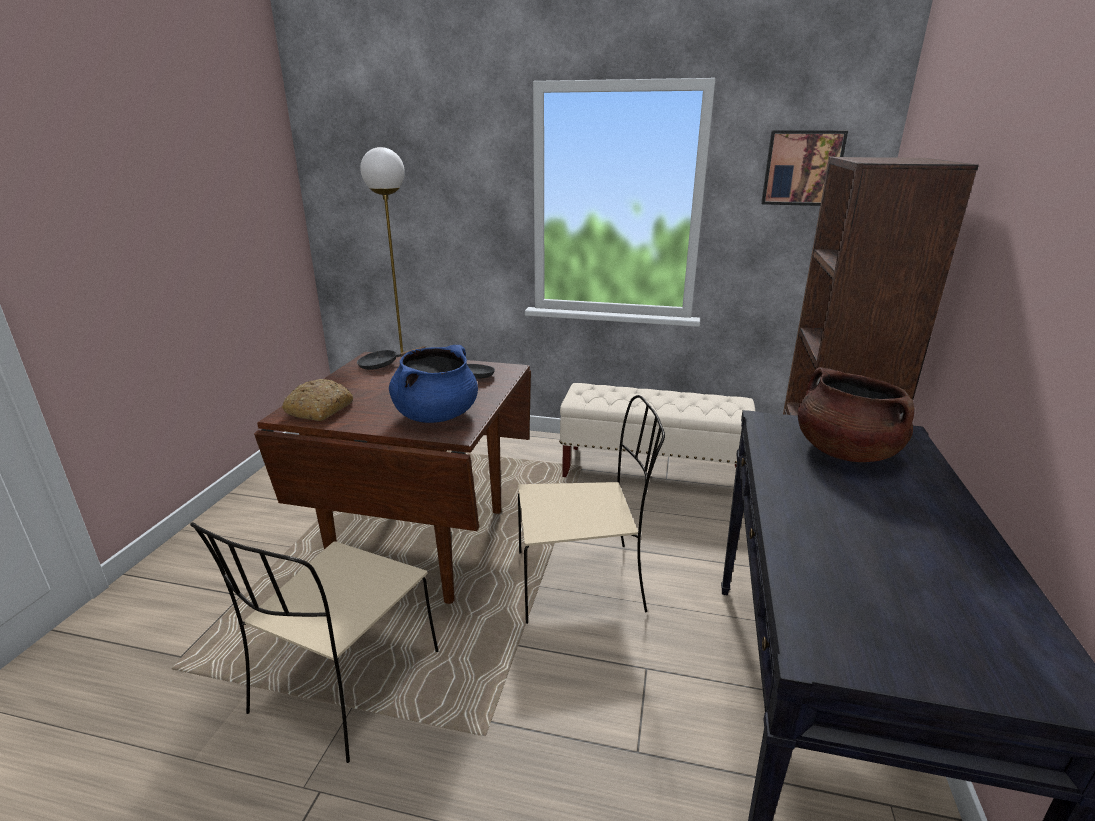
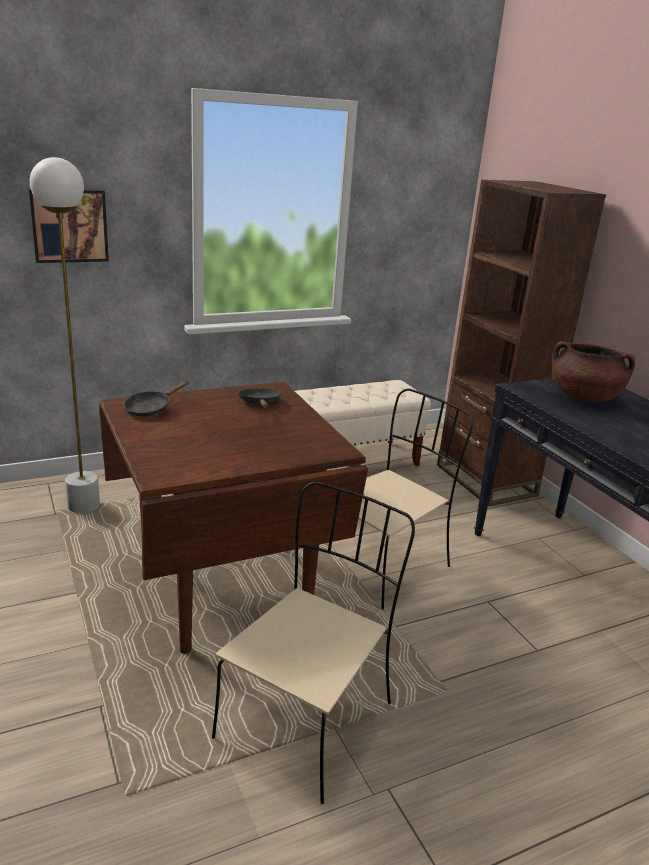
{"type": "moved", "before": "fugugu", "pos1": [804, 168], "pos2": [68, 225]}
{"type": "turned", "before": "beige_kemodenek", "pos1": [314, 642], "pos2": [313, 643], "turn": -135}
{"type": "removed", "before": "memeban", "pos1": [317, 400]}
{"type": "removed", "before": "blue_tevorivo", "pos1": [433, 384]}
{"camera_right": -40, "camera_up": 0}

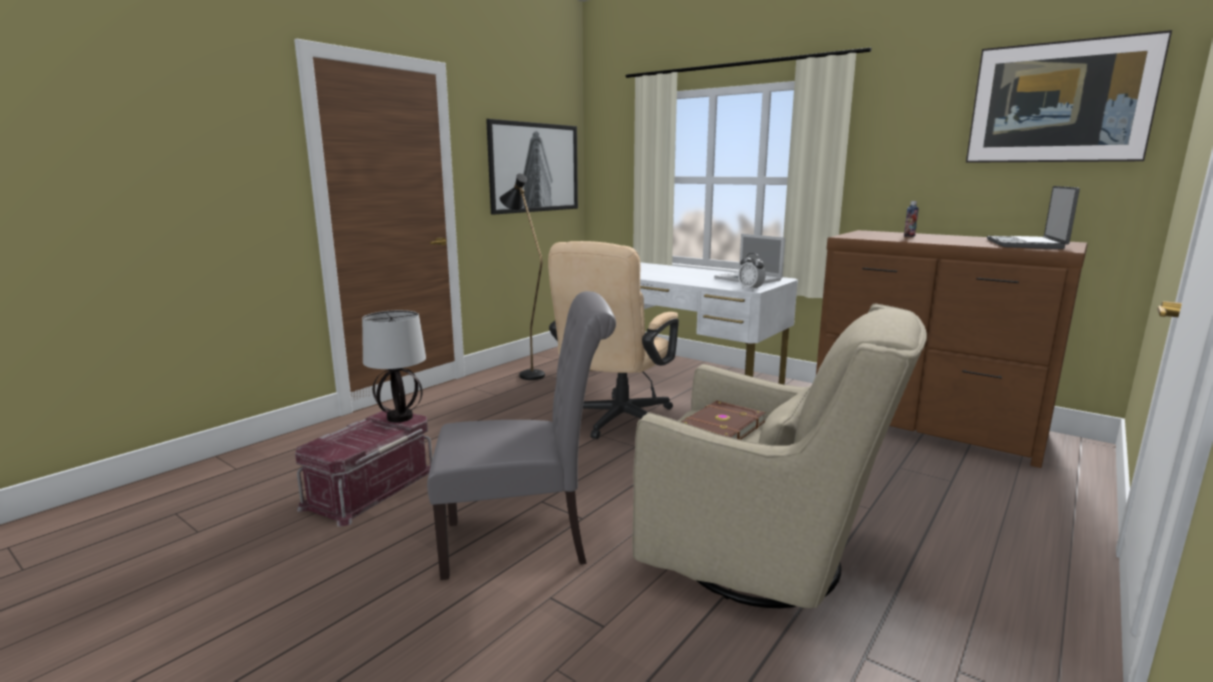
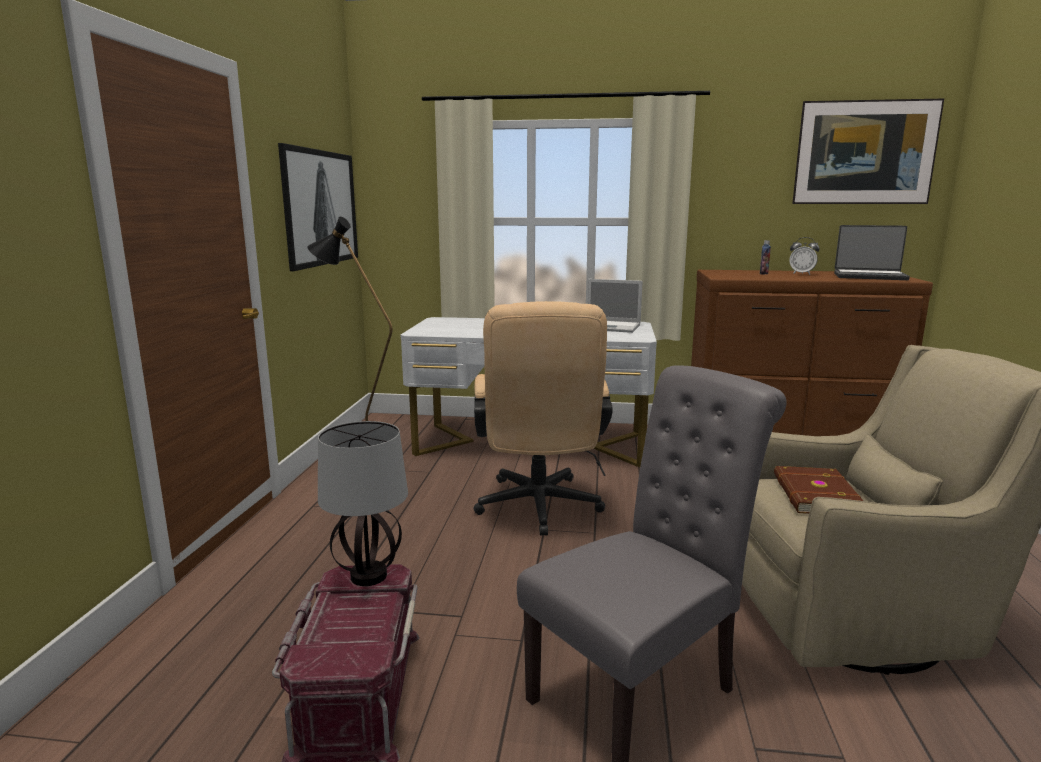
{"type": "moved", "before": "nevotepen", "pos1": [752, 272], "pos2": [804, 256]}
{"type": "turned", "before": "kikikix", "pos1": [1033, 217], "pos2": [872, 252], "turn": -60}
{"camera_right": -30, "camera_up": 0}

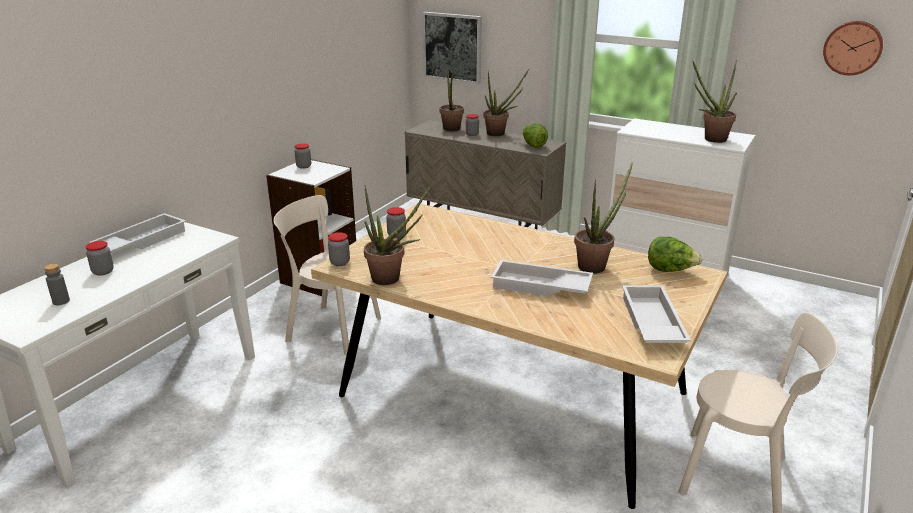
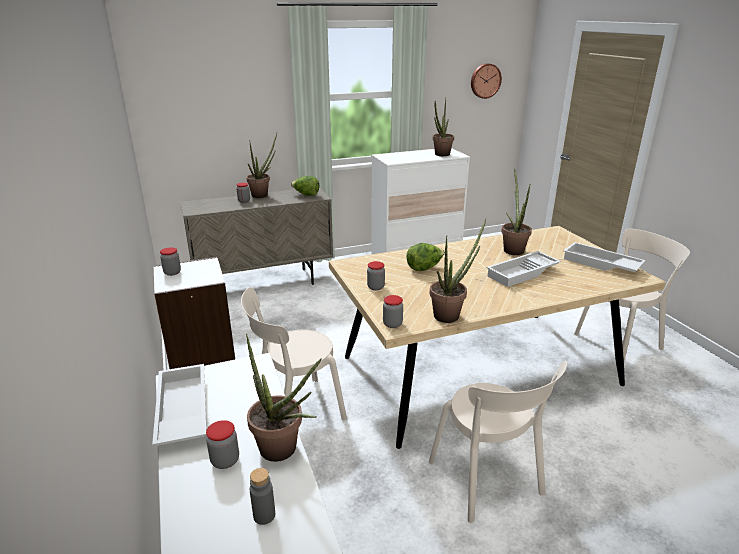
{"type": "moved", "before": "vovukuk", "pos1": [451, 97], "pos2": [284, 398]}
{"type": "moved", "before": "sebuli", "pos1": [675, 254], "pos2": [425, 257]}
{"type": "added", "after": "beige_kemodenek", "pos2": [498, 442]}
{"type": "removed", "before": "fugugu", "pos1": [452, 48]}
{"camera_right": -50, "camera_up": 0}

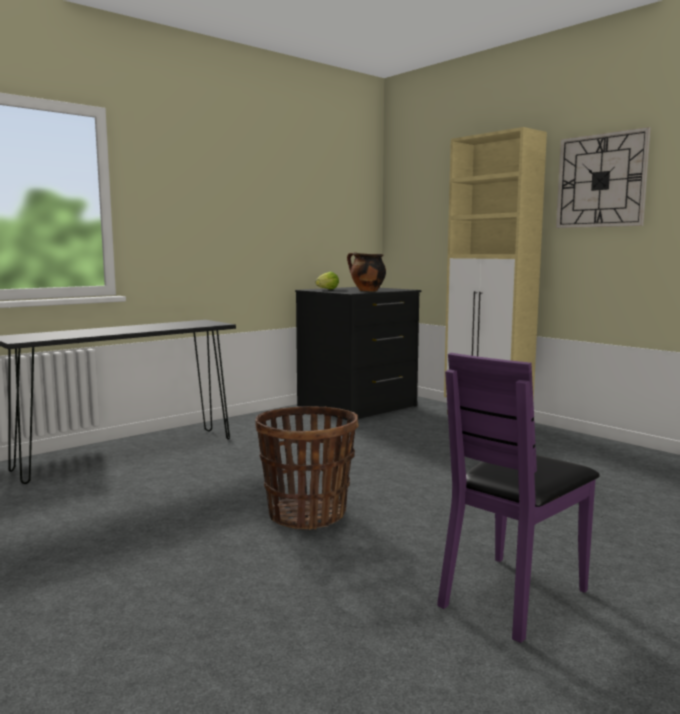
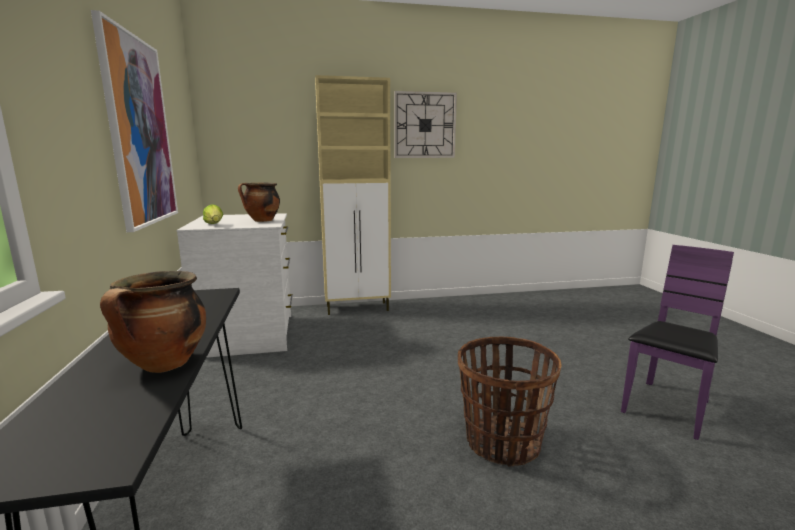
{"type": "added", "after": "fugugu", "pos2": [134, 121]}
{"type": "added", "after": "tevorivo", "pos2": [153, 322]}
{"type": "recoloured", "before": "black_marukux", "after": "white_marukux", "pos1": [358, 354], "pos2": [234, 285]}
{"type": "turned", "before": "purple_kemodenek", "pos1": [518, 498], "pos2": [677, 342], "turn": -120}
{"camera_right": -60, "camera_up": 5}

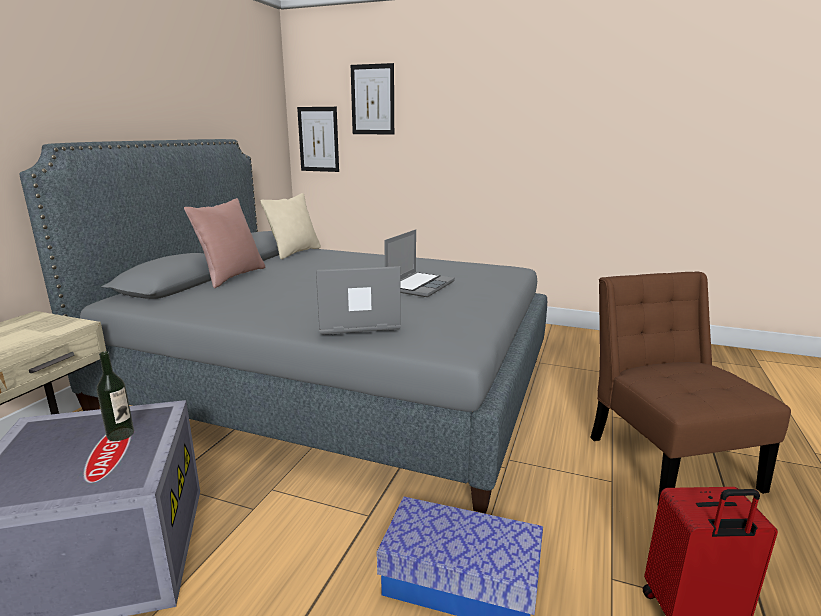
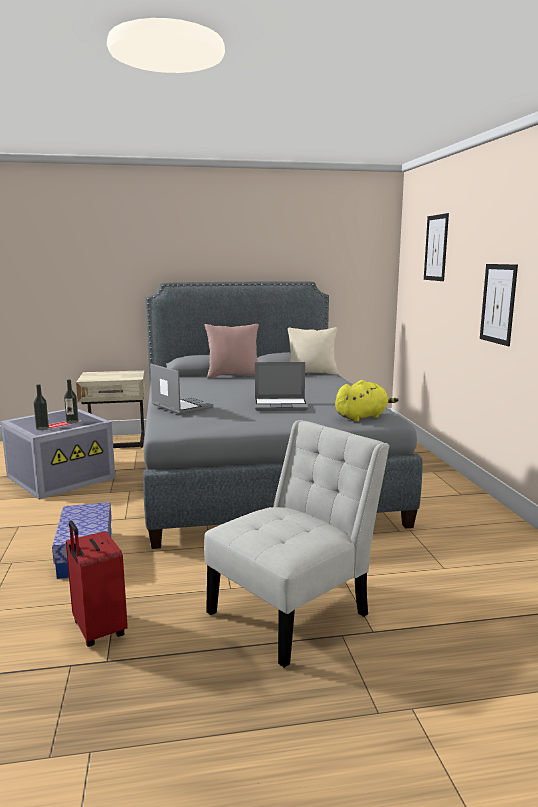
{"type": "added", "after": "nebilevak", "pos2": [41, 407]}
{"type": "recoloured", "before": "brown_kemodenek", "after": "white_kemodenek", "pos1": [690, 387], "pos2": [296, 544]}
{"type": "added", "after": "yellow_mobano", "pos2": [366, 401]}
{"type": "moved", "before": "fugugu", "pos1": [318, 139], "pos2": [499, 305]}
{"camera_right": 60, "camera_up": -5}

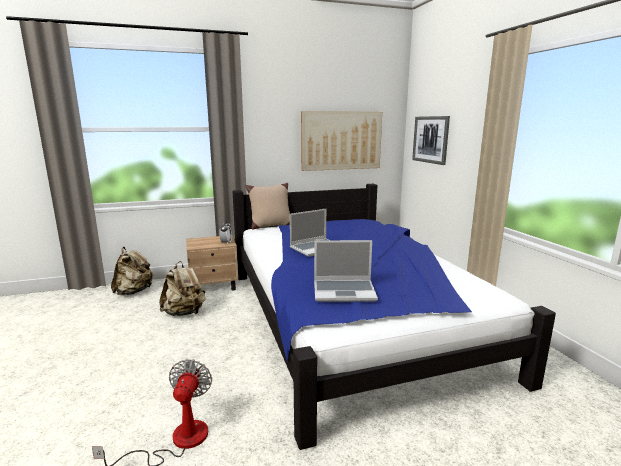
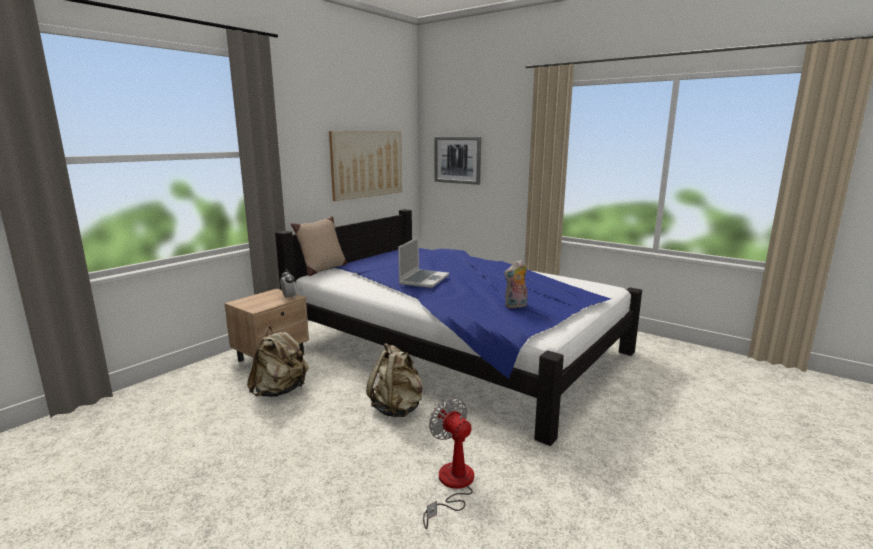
{"type": "moved", "before": "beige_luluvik", "pos1": [132, 271], "pos2": [394, 380]}
{"type": "replaced", "before": "kikikix", "after": "mobano", "pos1": [346, 271], "pos2": [516, 283]}
{"camera_right": -35, "camera_up": 0}

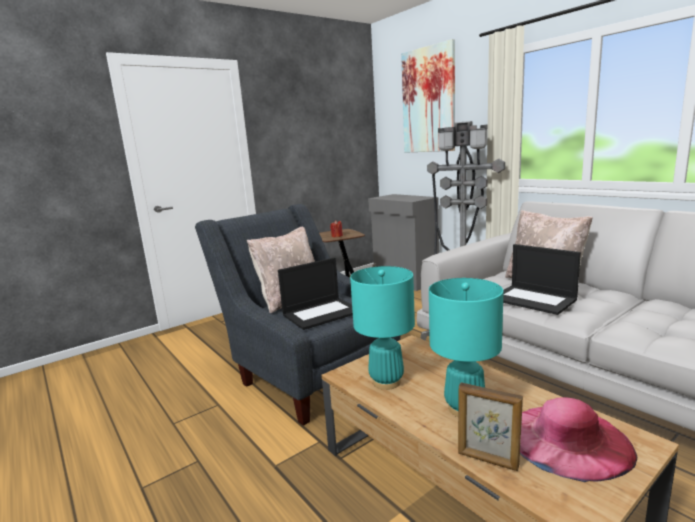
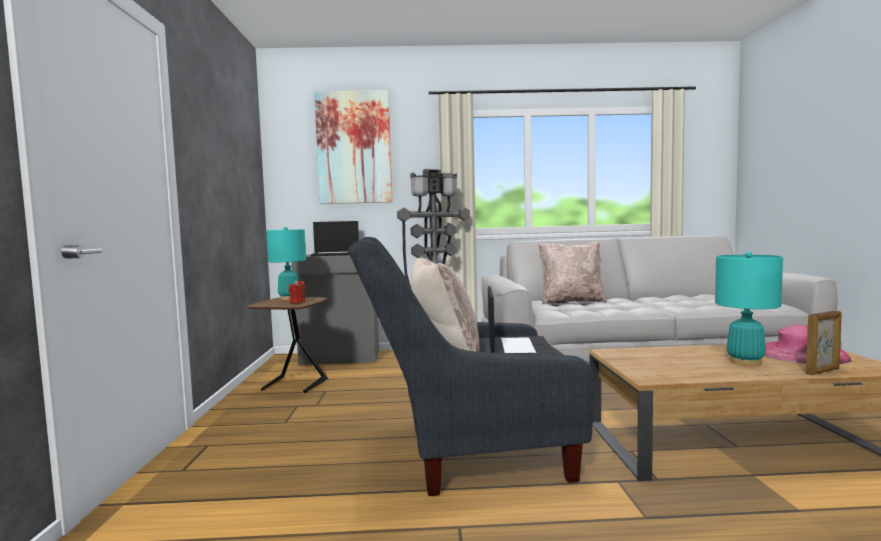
{"type": "moved", "before": "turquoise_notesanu", "pos1": [382, 328], "pos2": [286, 263]}
{"type": "moved", "before": "kikikix", "pos1": [542, 279], "pos2": [335, 238]}
{"camera_right": -55, "camera_up": -10}

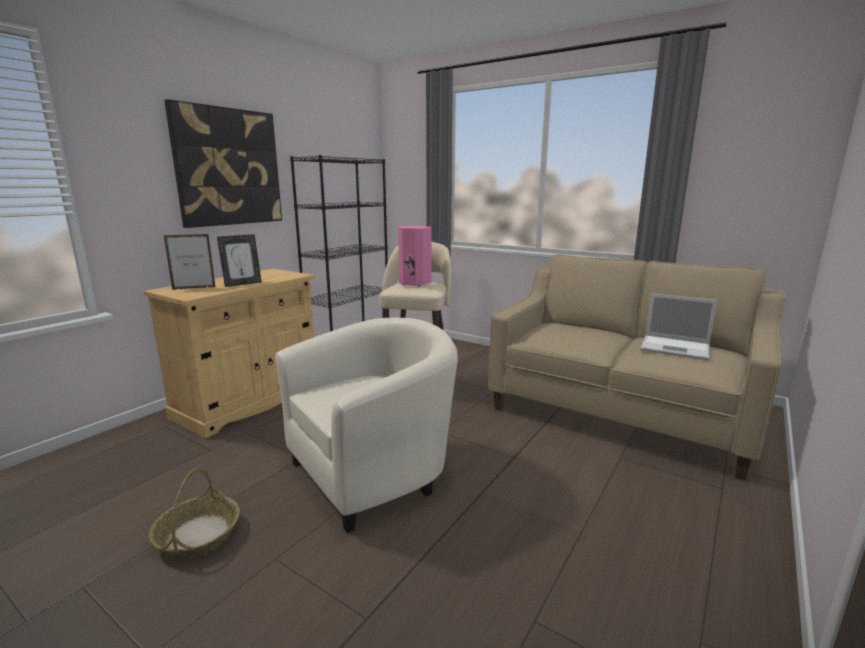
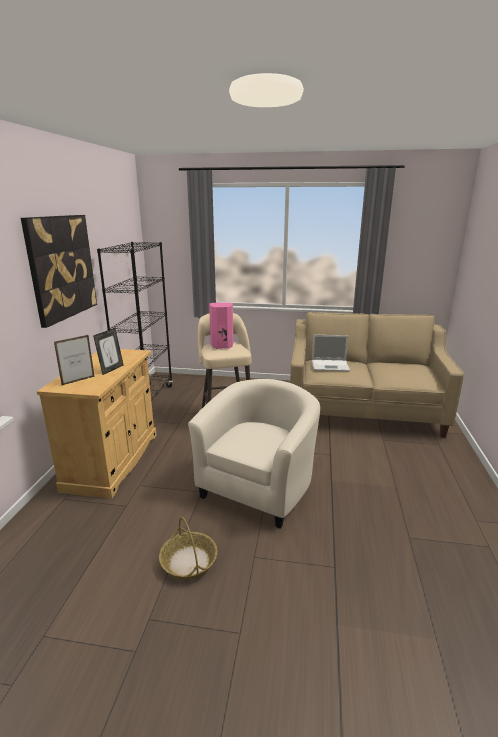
{"type": "moved", "before": "kikikix", "pos1": [678, 327], "pos2": [331, 353]}
{"camera_right": -25, "camera_up": 5}

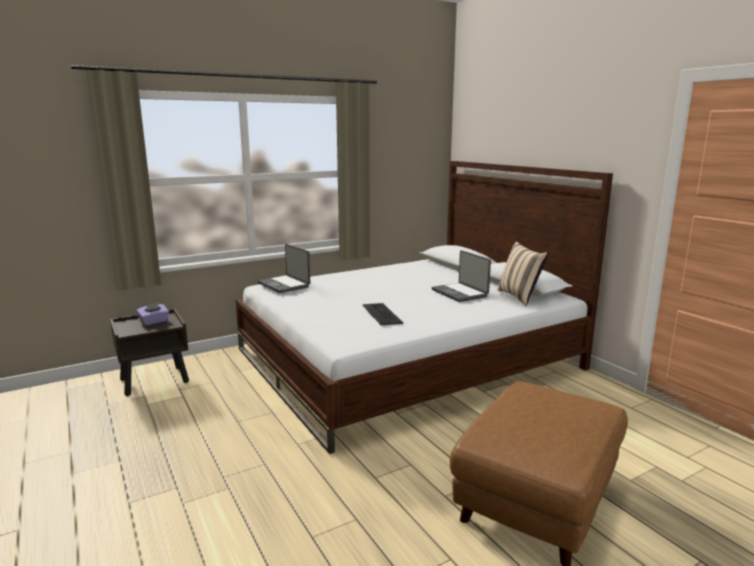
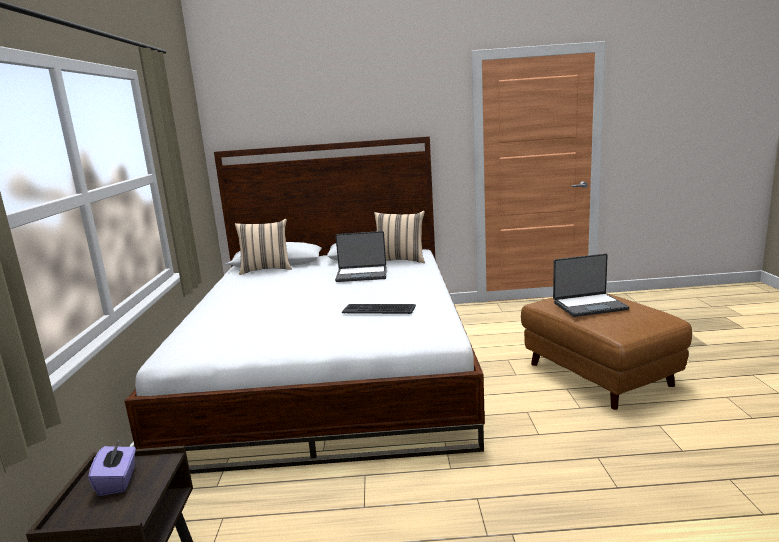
{"type": "added", "after": "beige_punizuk", "pos2": [263, 247]}
{"type": "moved", "before": "kikikix", "pos1": [284, 268], "pos2": [591, 285]}
{"camera_right": -60, "camera_up": 0}

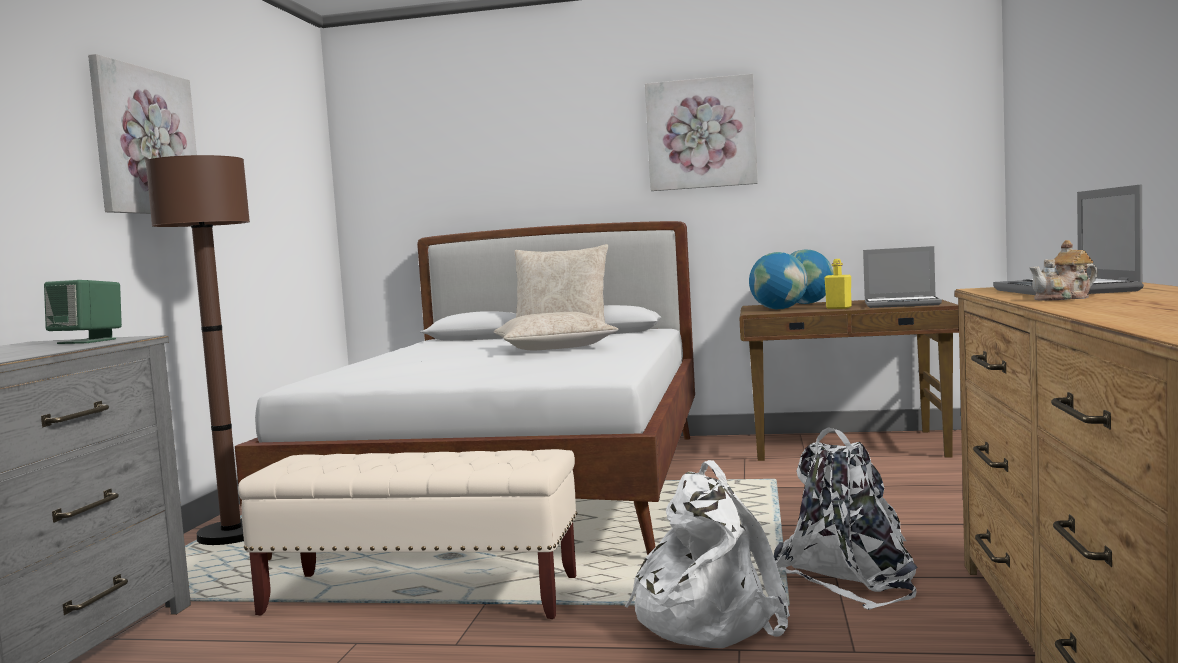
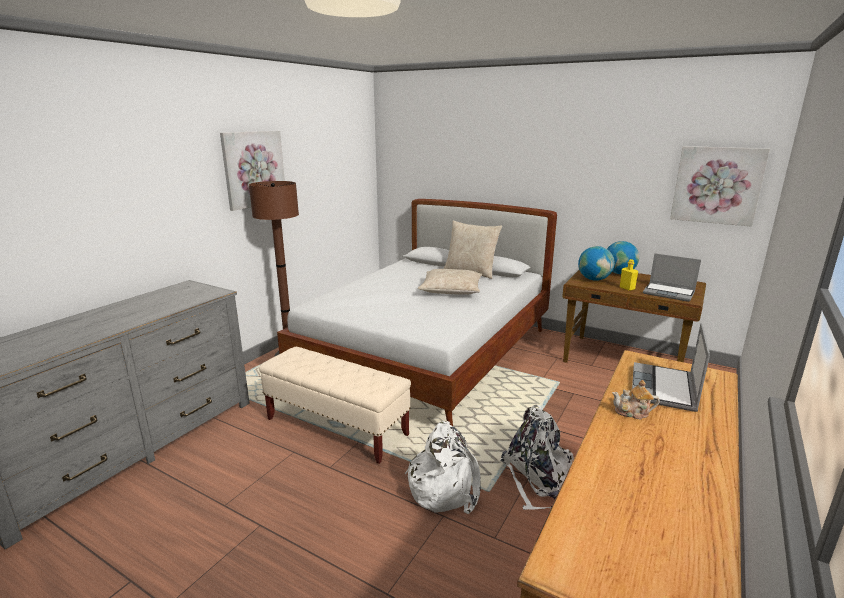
{"type": "moved", "before": "fugugu", "pos1": [701, 132], "pos2": [720, 186]}
{"type": "removed", "before": "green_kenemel", "pos1": [83, 312]}
{"camera_right": 20, "camera_up": 15}

